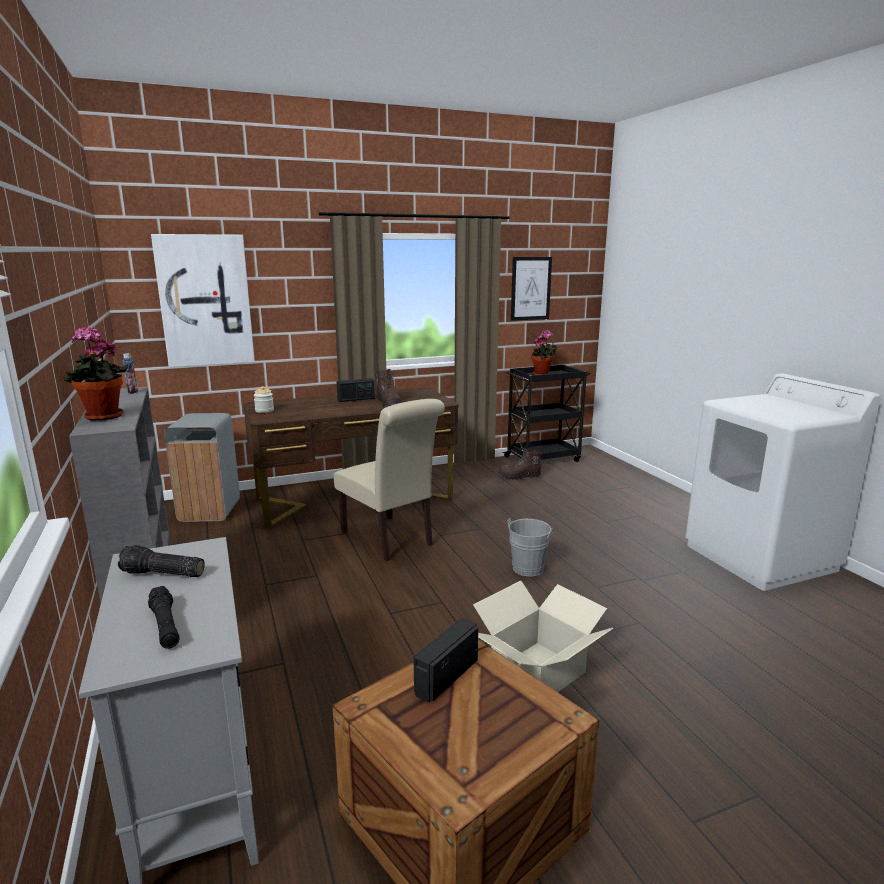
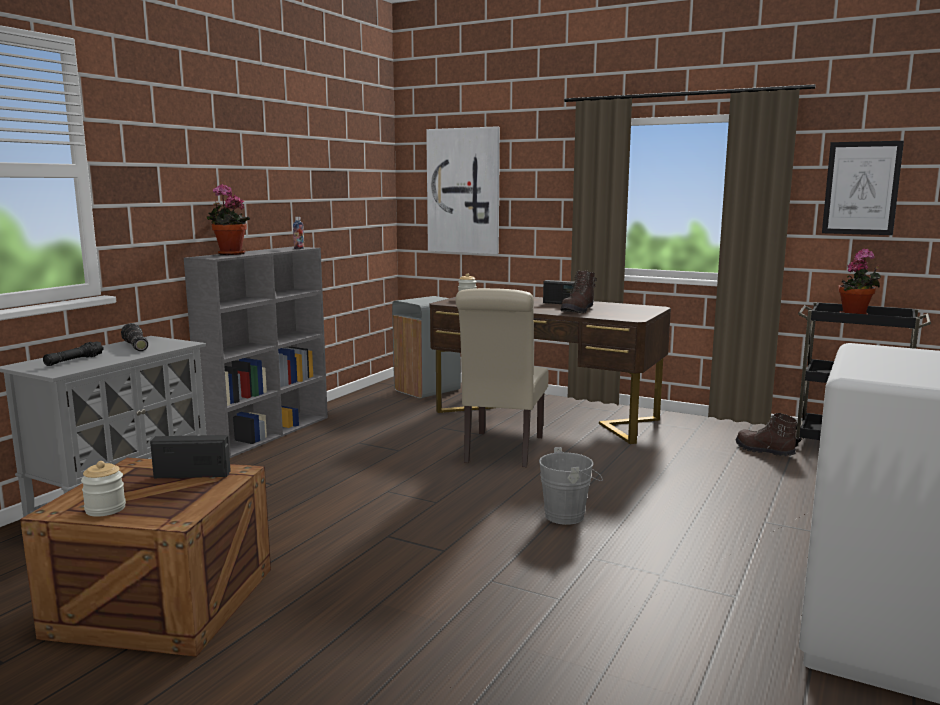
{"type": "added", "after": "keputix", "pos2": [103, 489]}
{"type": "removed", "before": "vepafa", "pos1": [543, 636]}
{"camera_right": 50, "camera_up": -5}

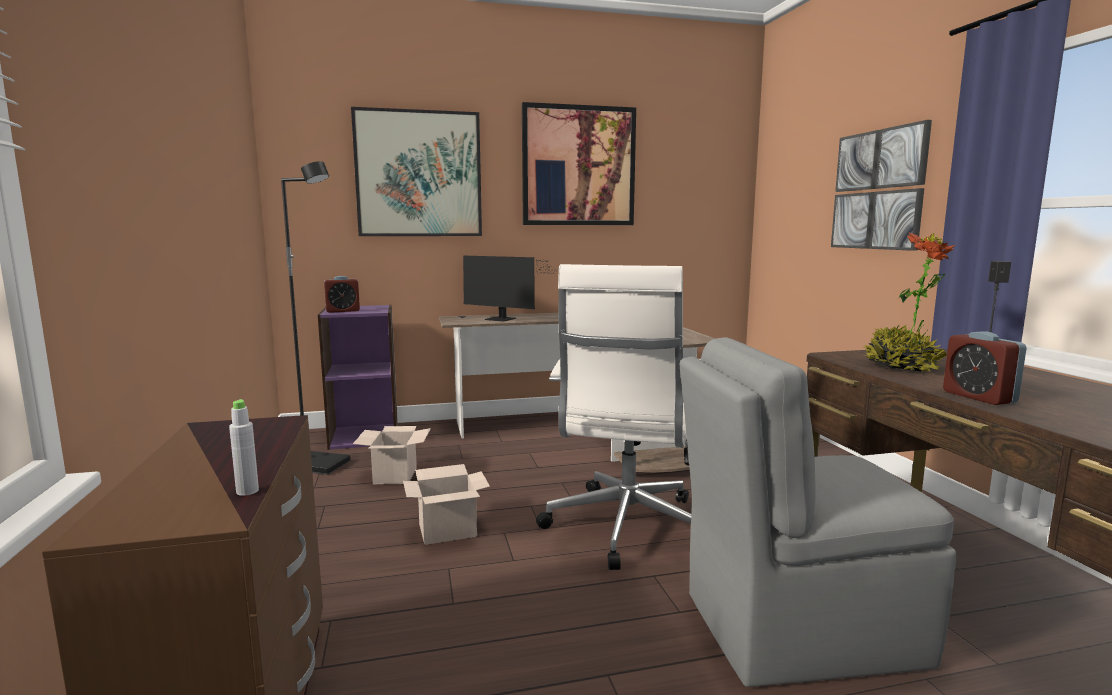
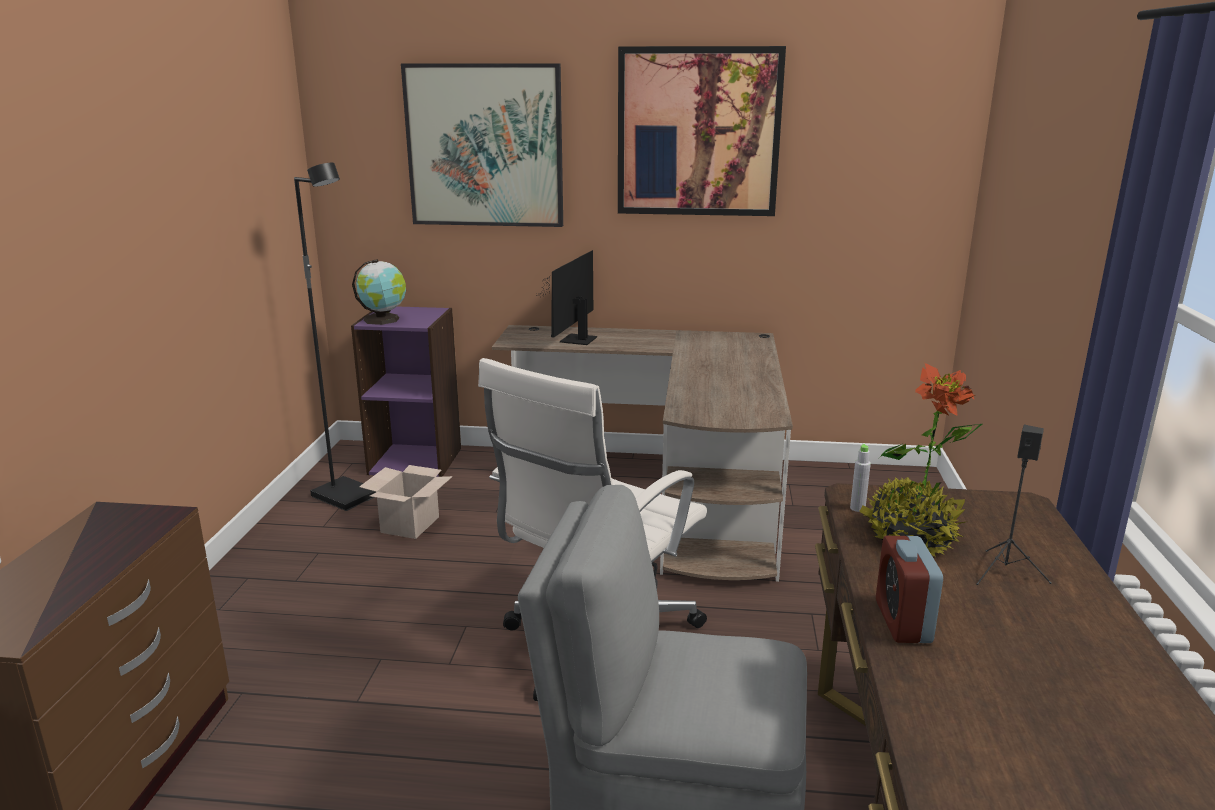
{"type": "replaced", "before": "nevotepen", "after": "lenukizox", "pos1": [342, 294], "pos2": [379, 292]}
{"type": "turned", "before": "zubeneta", "pos1": [508, 289], "pos2": [567, 297], "turn": 60}
{"type": "moved", "before": "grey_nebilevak", "pos1": [244, 447], "pos2": [860, 478]}
{"type": "removed", "before": "vepafa", "pos1": [446, 504]}
{"type": "removed", "before": "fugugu", "pos1": [881, 185]}
{"camera_right": 20, "camera_up": 10}

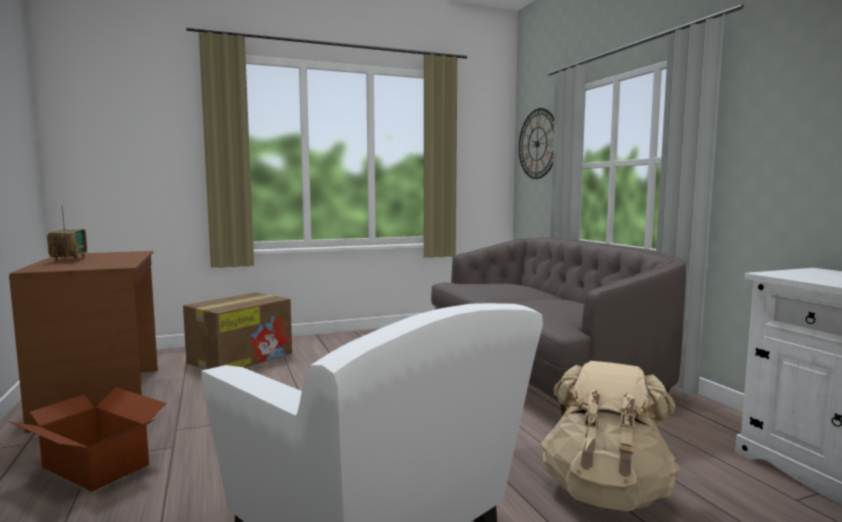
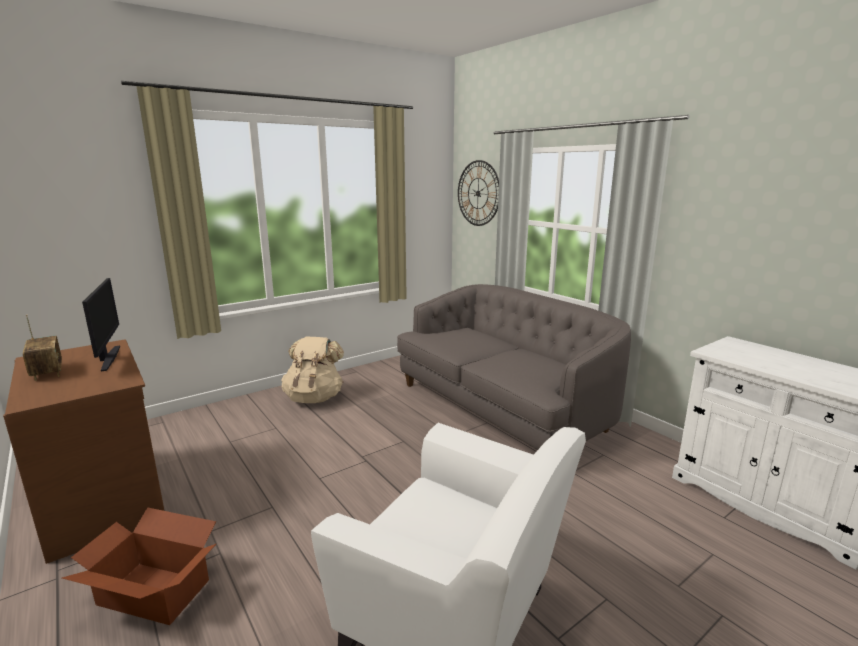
{"type": "added", "after": "zubeneta", "pos2": [101, 324]}
{"type": "moved", "before": "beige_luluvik", "pos1": [610, 436], "pos2": [312, 370]}
{"type": "removed", "before": "vepafa", "pos1": [237, 331]}
{"camera_right": -15, "camera_up": 10}

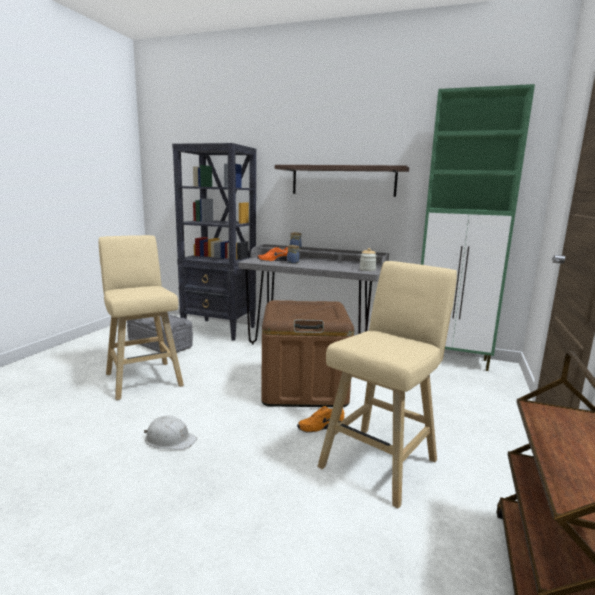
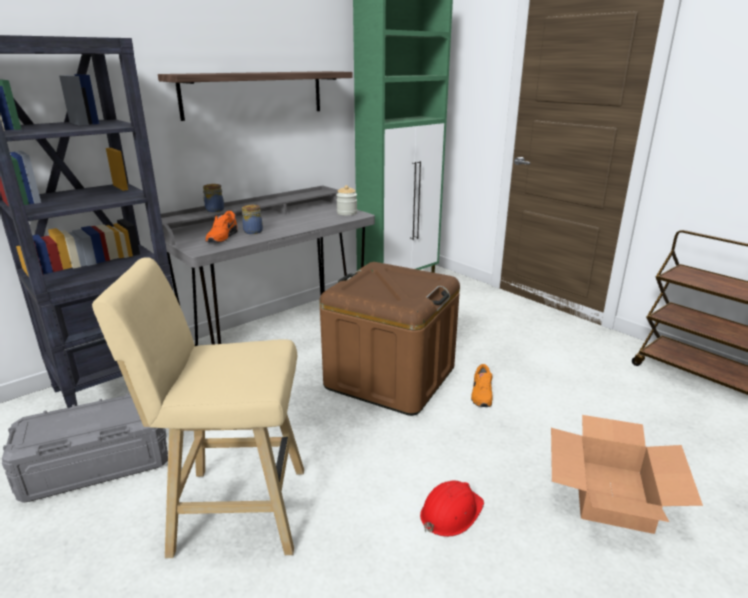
{"type": "recoloured", "before": "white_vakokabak", "after": "red_vakokabak", "pos1": [170, 433], "pos2": [452, 508]}
{"type": "added", "after": "vepafa", "pos2": [627, 474]}
{"type": "removed", "before": "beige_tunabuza", "pos1": [387, 384]}
{"camera_right": -60, "camera_up": 10}

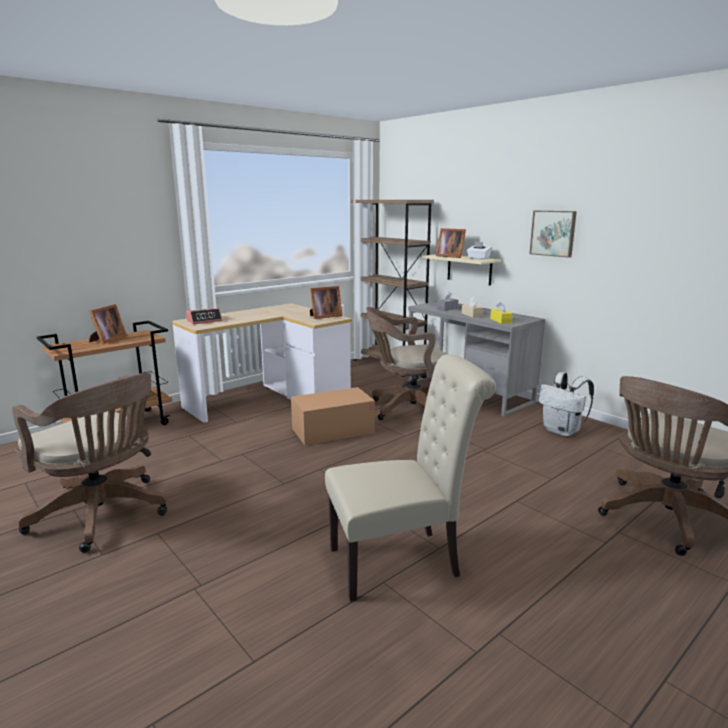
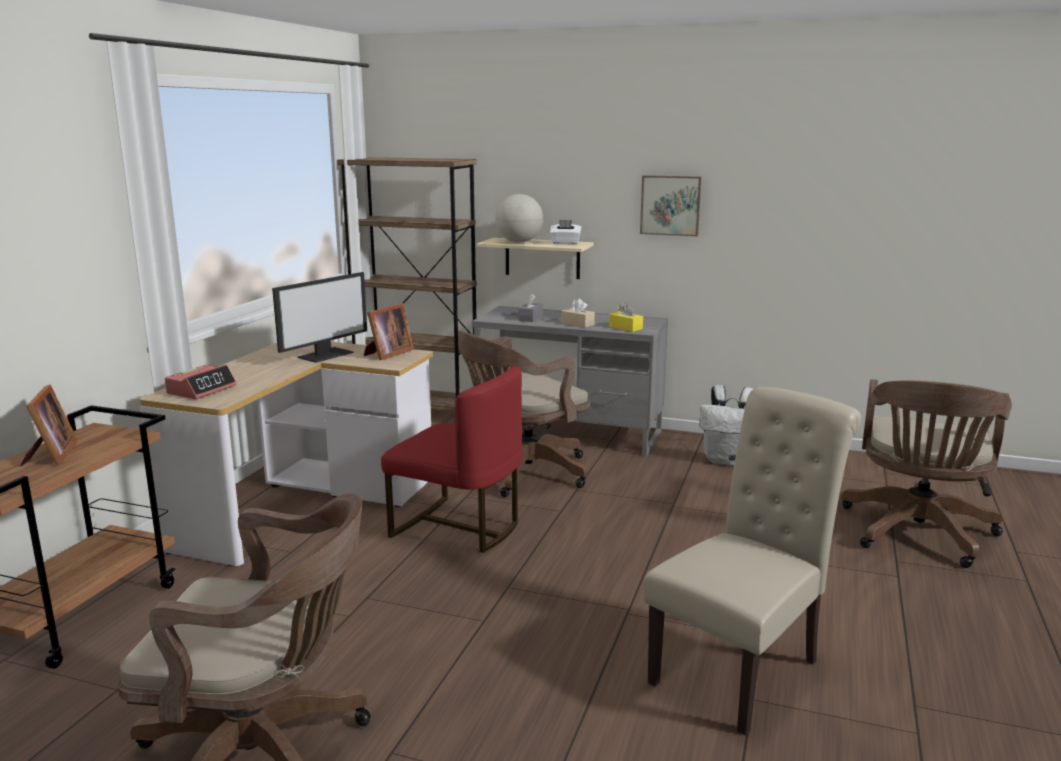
{"type": "added", "after": "zubeneta", "pos2": [319, 317]}
{"type": "replaced", "before": "vepafa", "after": "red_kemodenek", "pos1": [333, 416], "pos2": [451, 459]}
{"type": "replaced", "before": "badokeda", "after": "lenukizox", "pos1": [451, 243], "pos2": [519, 218]}
{"camera_right": -30, "camera_up": 0}

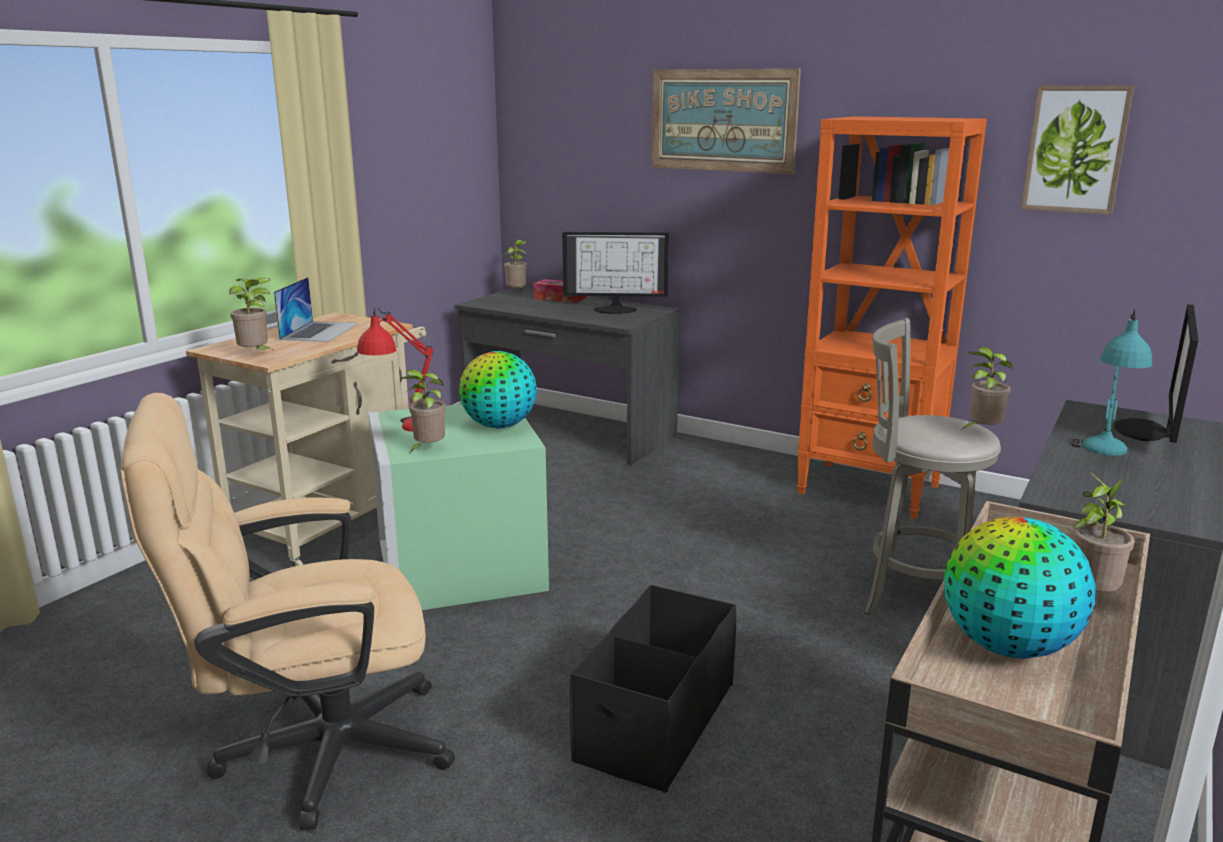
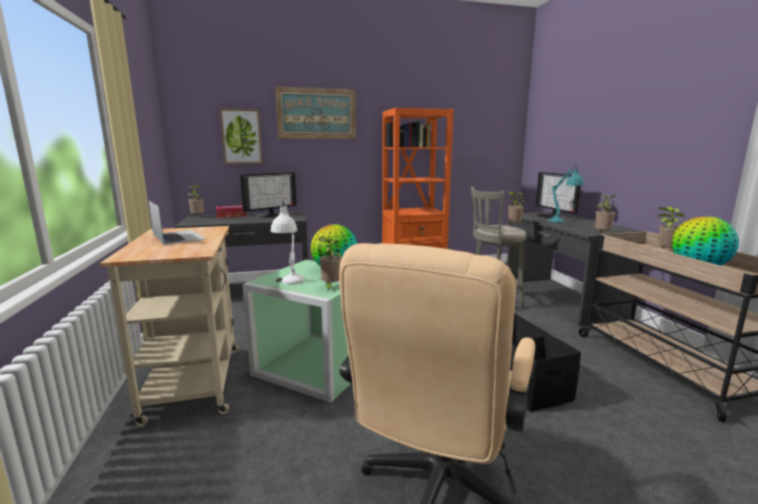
{"type": "moved", "before": "fugugu", "pos1": [1077, 150], "pos2": [241, 136]}
{"type": "recoloured", "before": "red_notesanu", "after": "white_notesanu", "pos1": [395, 369], "pos2": [288, 242]}
{"type": "moved", "before": "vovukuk", "pos1": [252, 314], "pos2": [605, 214]}
{"camera_right": -45, "camera_up": -5}

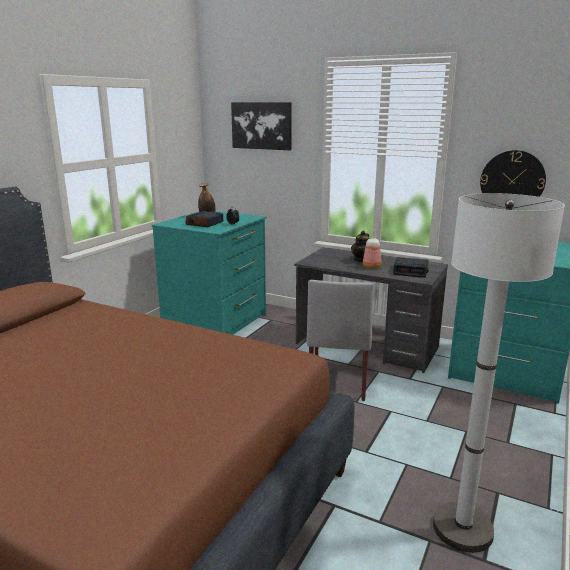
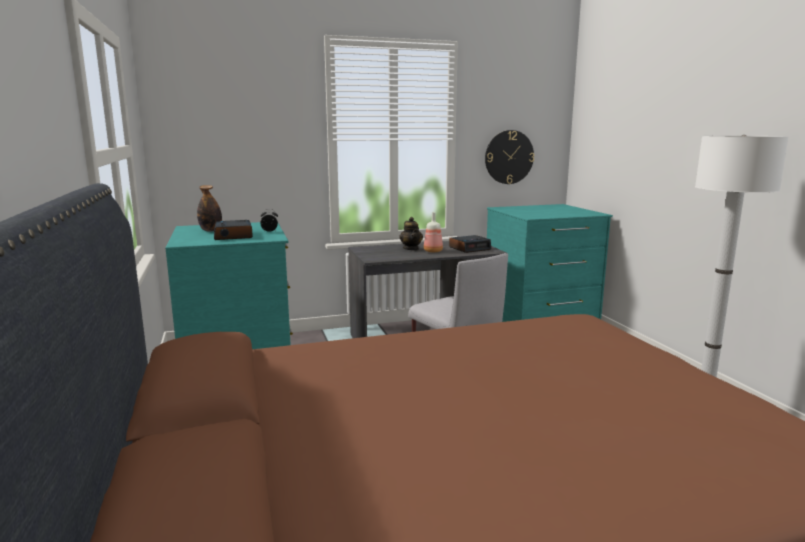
{"type": "removed", "before": "fugugu", "pos1": [261, 126]}
{"camera_right": -45, "camera_up": -5}

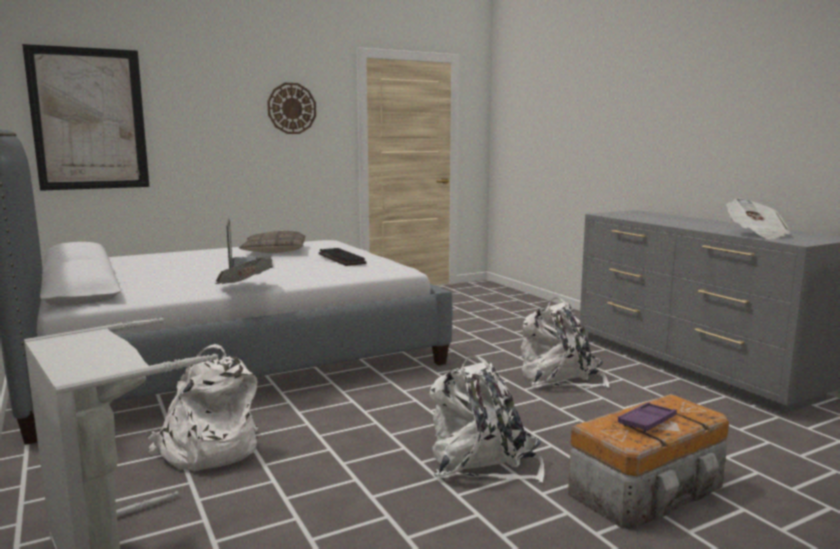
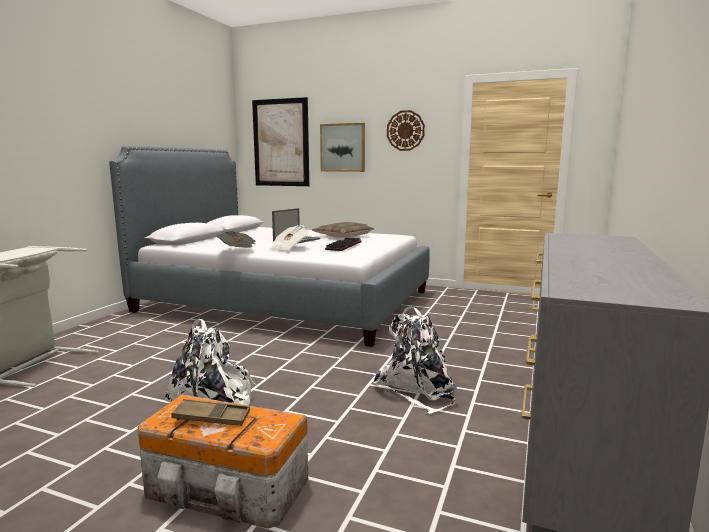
{"type": "recoloured", "before": "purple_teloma", "after": "brown_teloma", "pos1": [647, 417], "pos2": [210, 412]}
{"type": "moved", "before": "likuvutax", "pos1": [758, 218], "pos2": [288, 238]}
{"type": "added", "after": "fugugu", "pos2": [342, 147]}
{"type": "removed", "before": "white_luluvik", "pos1": [202, 407]}
{"camera_right": 50, "camera_up": 0}

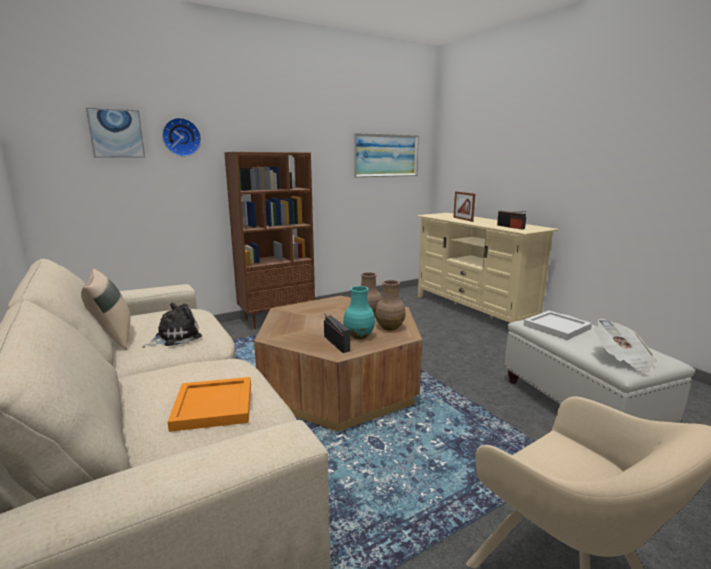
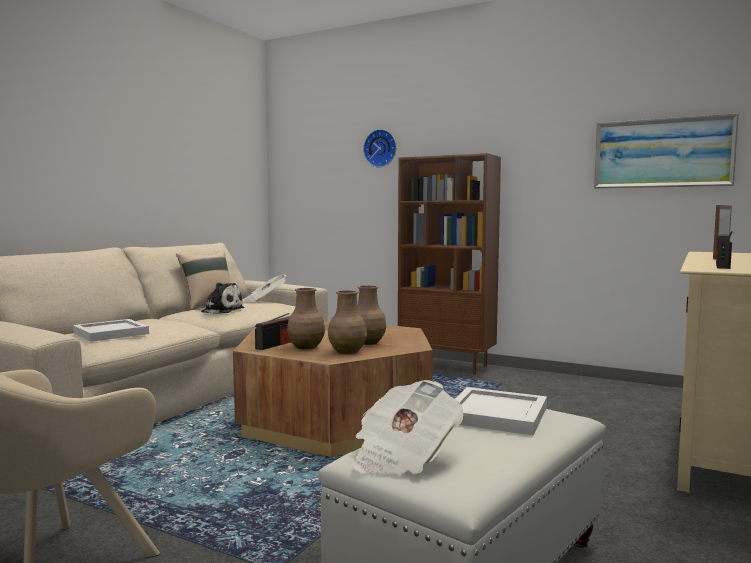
{"type": "recoloured", "before": "orange_teloma", "after": "white_teloma", "pos1": [209, 404], "pos2": [111, 330]}
{"type": "added", "after": "likuvutax", "pos2": [264, 288]}
{"type": "recoloured", "before": "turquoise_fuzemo", "after": "brown_fuzemo", "pos1": [359, 312], "pos2": [306, 318]}
{"type": "removed", "before": "fugugu", "pos1": [115, 133]}
{"camera_right": 60, "camera_up": -10}

